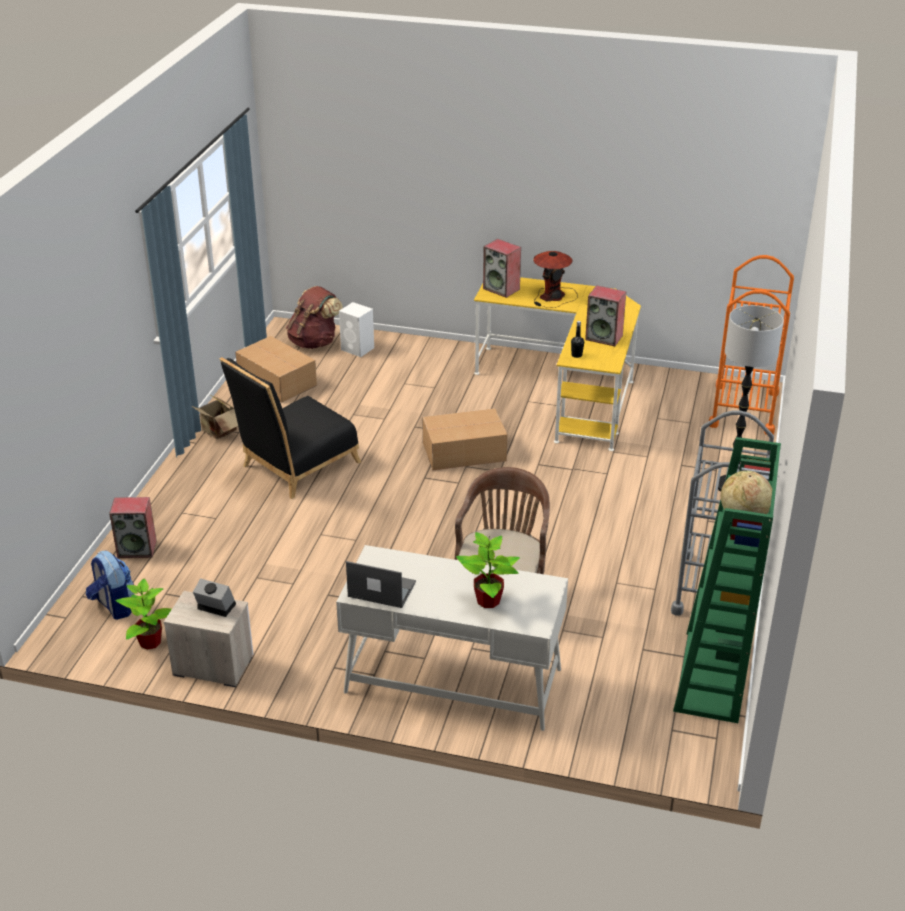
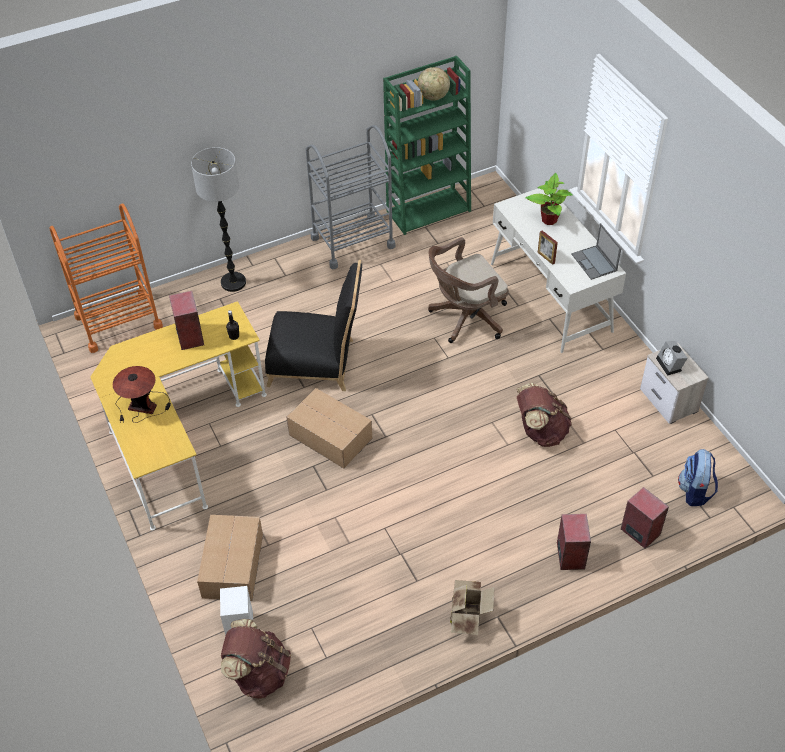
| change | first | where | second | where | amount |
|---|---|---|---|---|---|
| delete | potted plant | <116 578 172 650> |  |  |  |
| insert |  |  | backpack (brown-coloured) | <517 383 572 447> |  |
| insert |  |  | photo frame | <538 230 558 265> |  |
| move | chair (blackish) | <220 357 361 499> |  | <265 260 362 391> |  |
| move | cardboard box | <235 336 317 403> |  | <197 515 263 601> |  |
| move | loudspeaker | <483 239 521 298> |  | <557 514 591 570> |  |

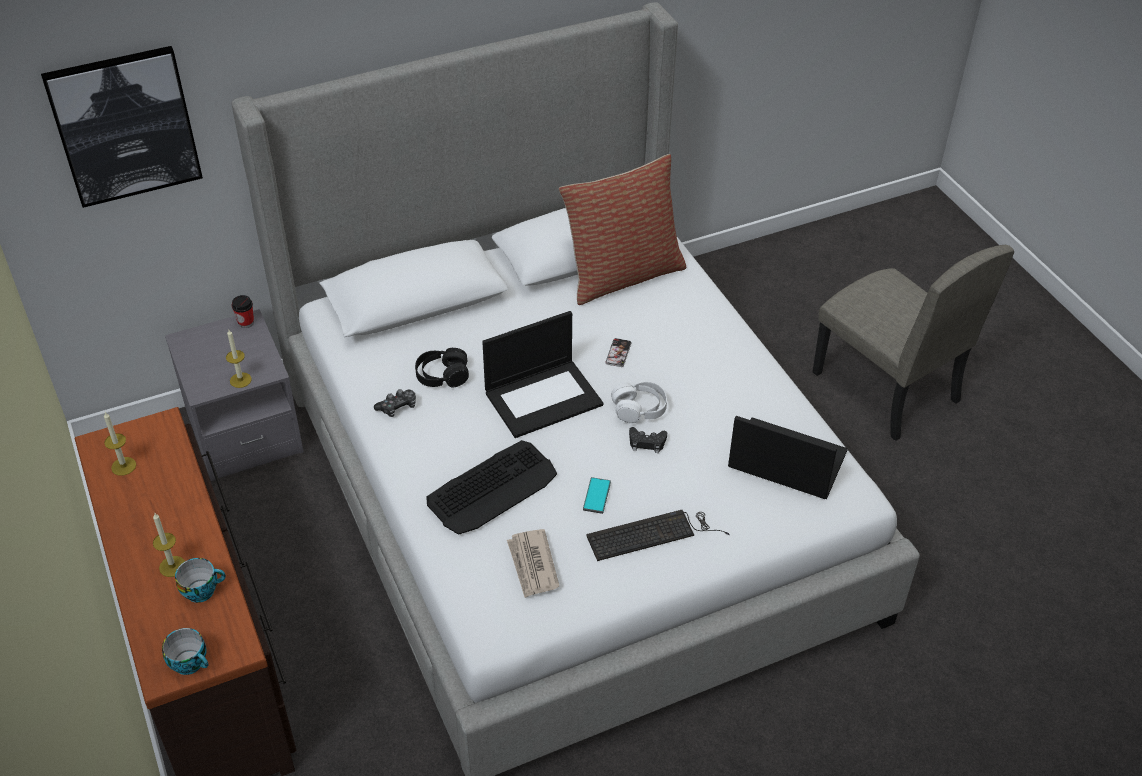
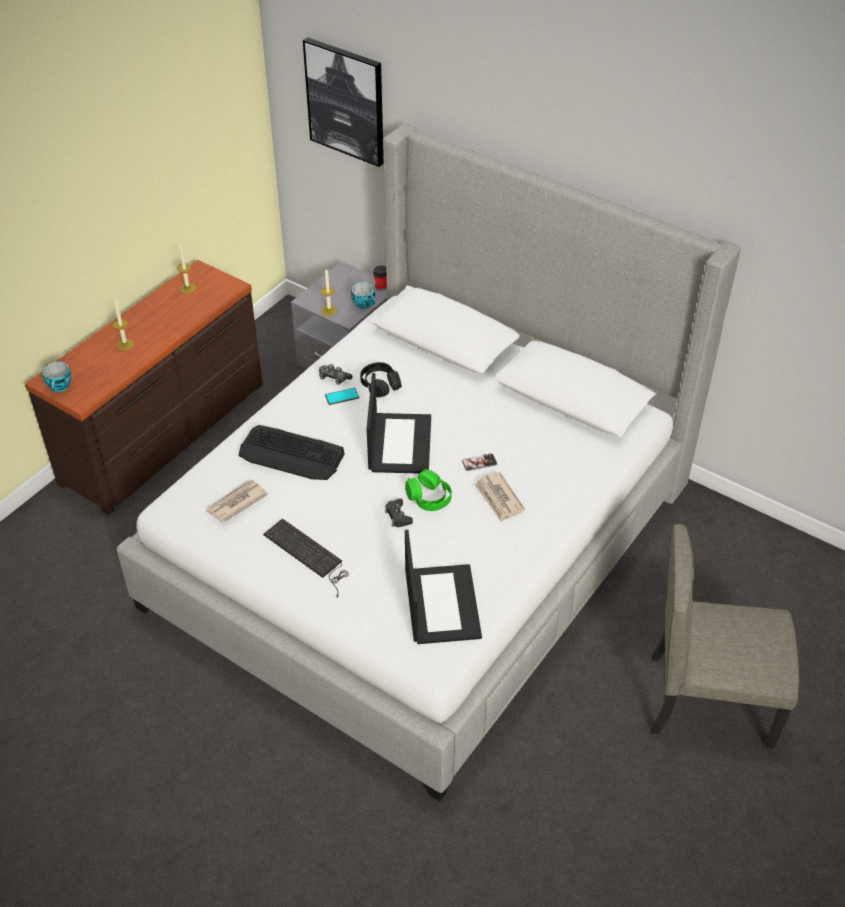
| change | first | where | second | where | amount |
|---|---|---|---|---|---|
| delete | cushion | <559 154 686 305> |  |  |  |
| insert |  |  | daily paper | <474 472 525 522> |  |
| move | cup | <175 558 226 603> |  | <351 282 375 309> |  |
| move | telephone | <583 477 611 514> |  | <325 388 359 405> |  |
| recolor | pair of headphones (whitish) | <611 382 667 423> | pair of headphones (greenish) | <405 469 452 511> |  |
| rotate | laptop | <482 311 603 438> |  | <367 373 431 474> | 120 degrees counterclockwise |
| rotate | chair (beige-coloured) | <813 245 1014 441> |  | <651 524 799 749> | 75 degrees clockwise |

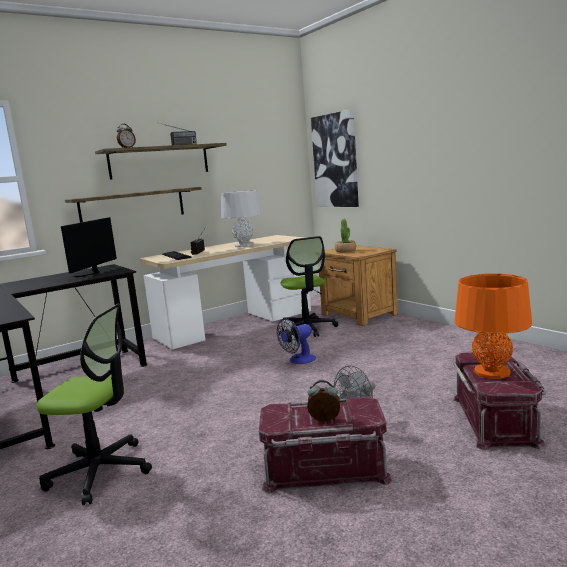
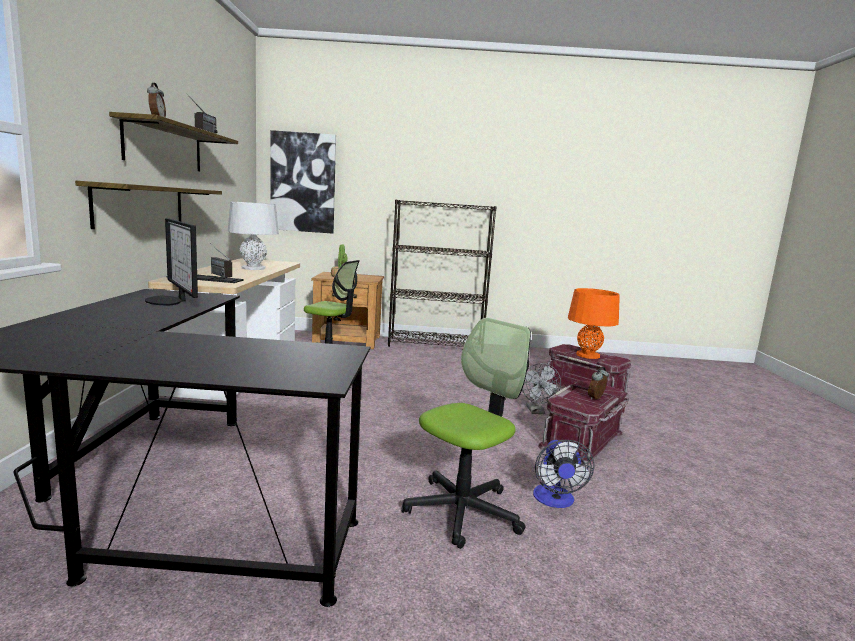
| change | first | where | second | where | amount |
|---|---|---|---|---|---|
| insert |  |  | bookcase (blackish) | <388 200 497 347> |  |
| move | cooling fan | <277 318 316 364> |  | <533 440 595 508> |  |

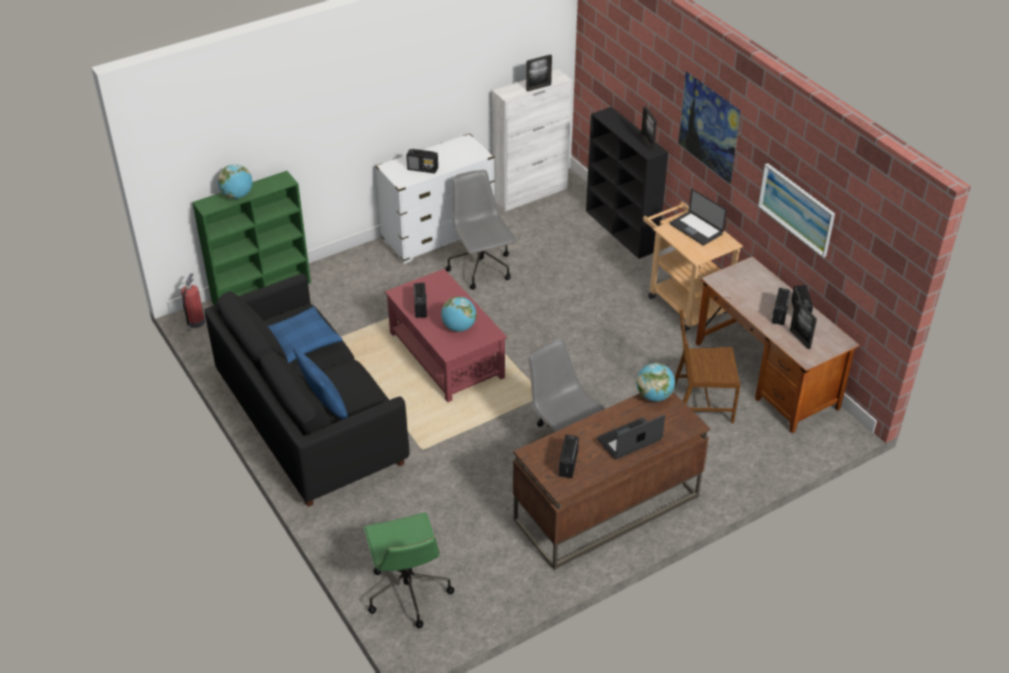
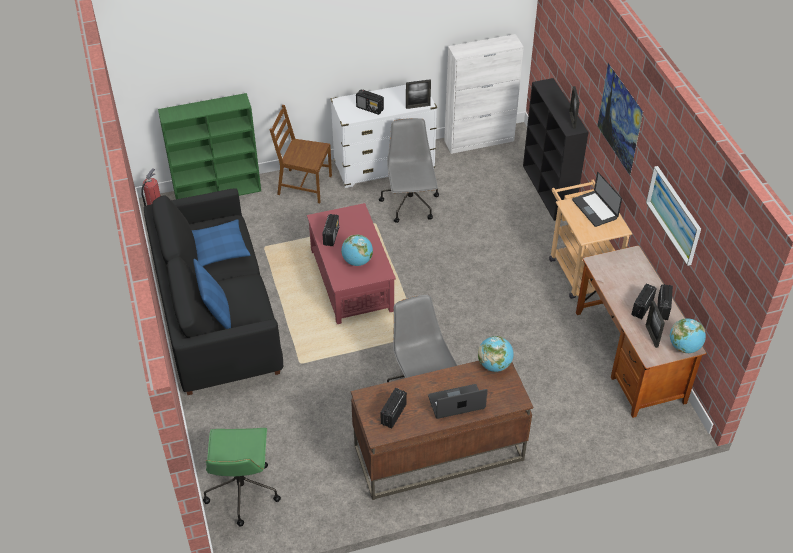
| change | first | where | second | where | amount |
|---|---|---|---|---|---|
| move | desk globe | <218 164 252 199> |  | <670 318 706 353> |  |
| move | photo frame | <526 54 552 92> |  | <406 79 431 109> |  |
| move | chair (brown-coloured) | <674 309 740 423> |  | <270 105 332 203> |  |

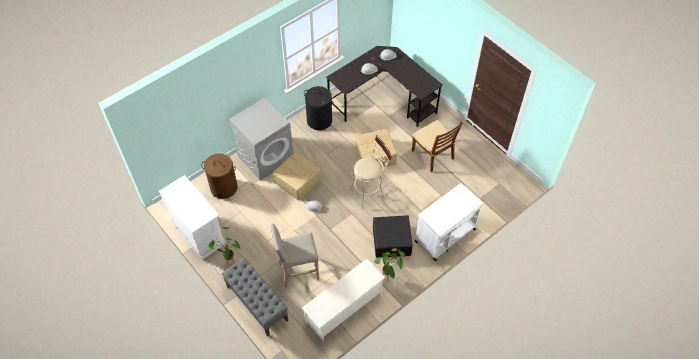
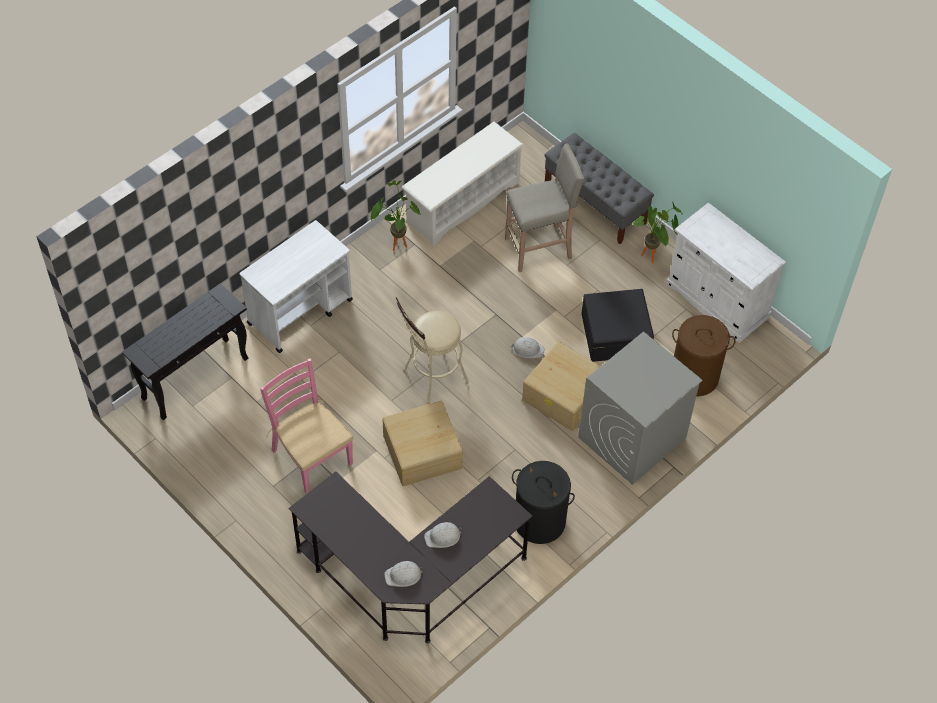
| change | first | where | second | where | amount |
|---|---|---|---|---|---|
| insert |  |  | console table (blackish) | <122 283 248 420> |  |
| move | storage bin (blackish) | <373 215 413 258> |  | <581 289 654 362> |  |
| recolor | chair (brown-coloured) | <412 120 463 172> | chair (pink-coloured) | <260 358 353 493> |  |

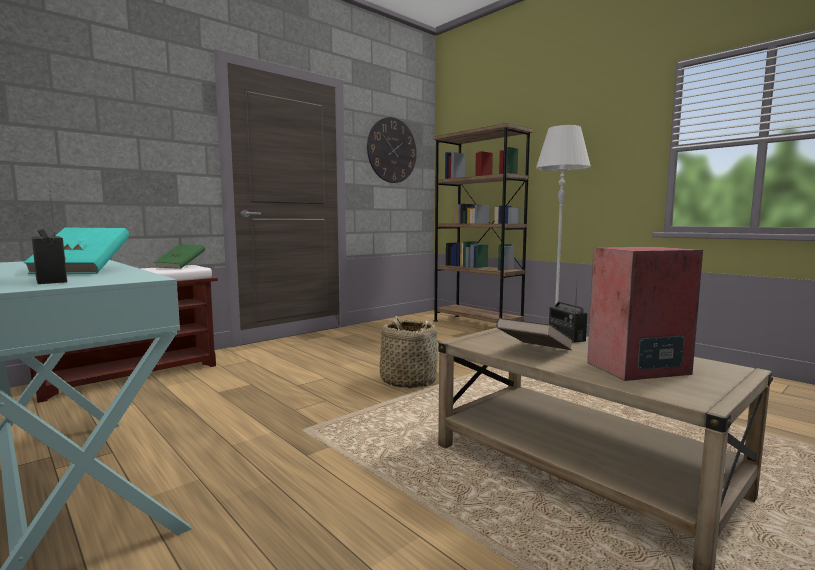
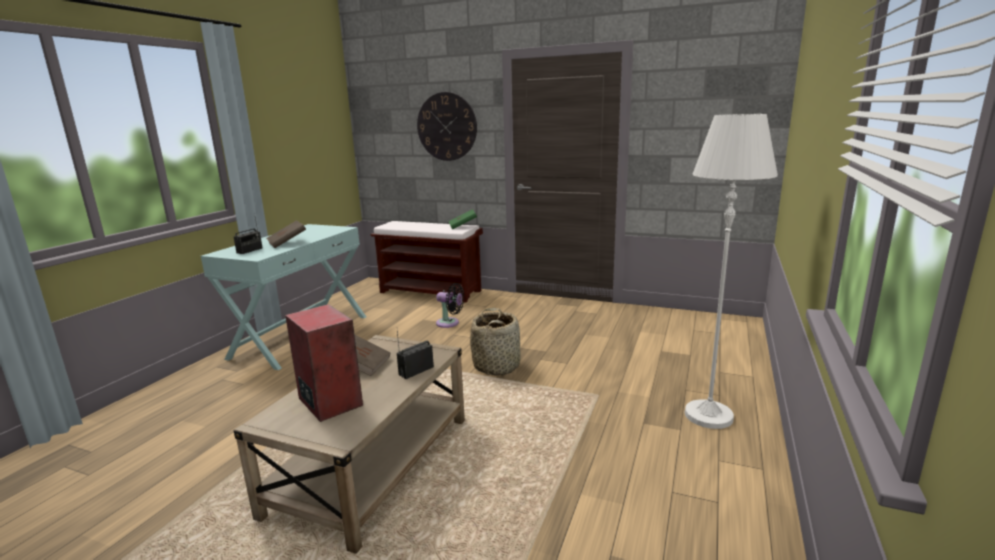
| change | first | where | second | where | amount |
|---|---|---|---|---|---|
| delete | bookcase (brown-coloured) | <433 123 533 323> |  |  |  |
| insert |  |  | cooling fan (blackish) | <436 283 464 328> |  |
| move | wall clock | <367 117 417 183> |  | <417 92 477 161> |  |
| recolor | volume (turquoise) | <24 227 129 274> | volume (brown-coloured) | <266 220 306 248> |  |

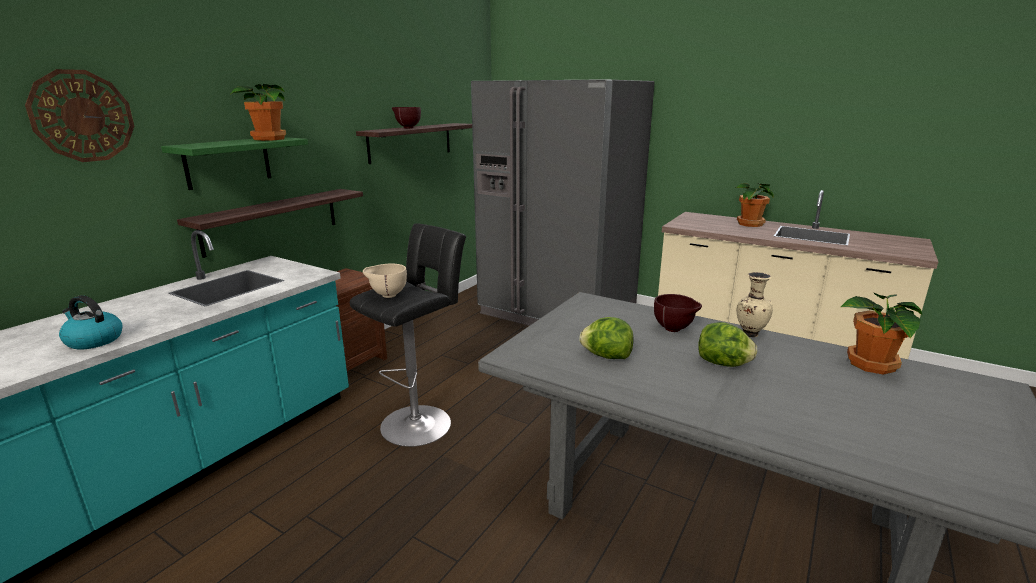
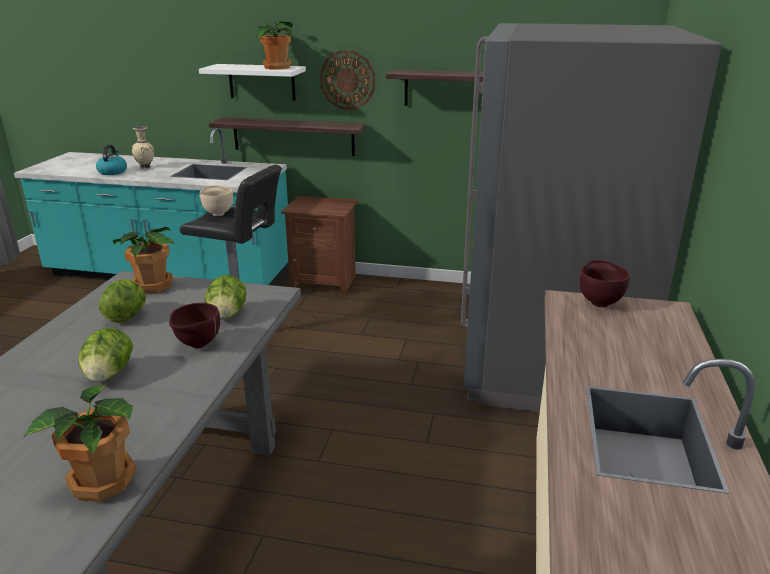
| change | first | where | second | where | amount |
|---|---|---|---|---|---|
| insert |  |  | lettuce head | <205 275 246 320> |  |
| move | wall clock | <25 69 134 162> |  | <320 50 375 110> |  |
| move | serving bowl (brown-coloured) | <392 107 421 128> |  | <579 260 630 307> |  |
| move | potted plant | <734 183 774 227> |  | <113 227 176 294> |  |
| move | flower vase (beige-coloured) | <737 272 773 337> |  | <132 126 154 169> |  |
| recolor | shelf (greenish) | <161 137 308 190> | shelf (whitish) | <199 64 306 101> |  |

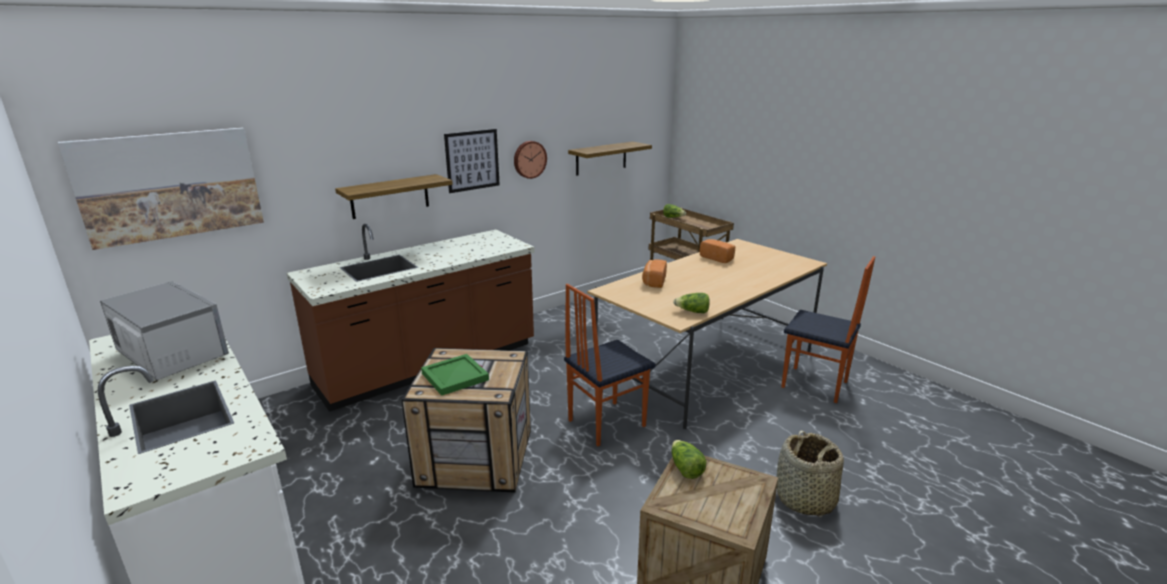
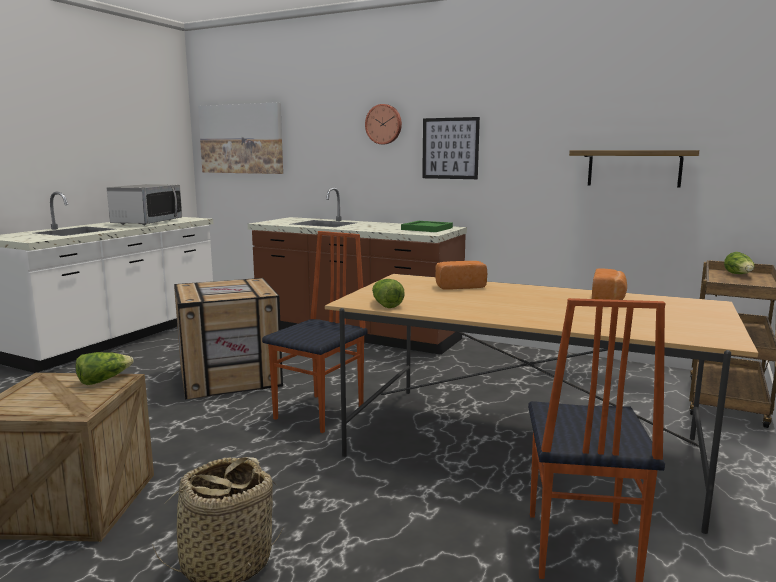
| change | first | where | second | where | amount |
|---|---|---|---|---|---|
| delete | shelf | <335 174 453 219> |  |  |  |
| move | carrying tray (greenish) | <421 354 489 396> |  | <401 221 453 232> |  |
| move | wall clock | <514 141 547 179> |  | <365 104 402 144> |  |
| rotate | chair | <564 284 655 446> |  | <262 231 368 433> | 90 degrees clockwise |

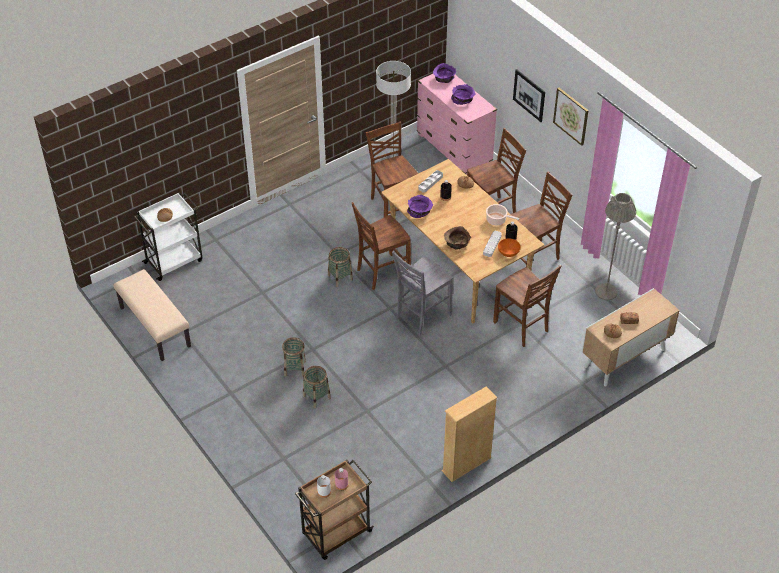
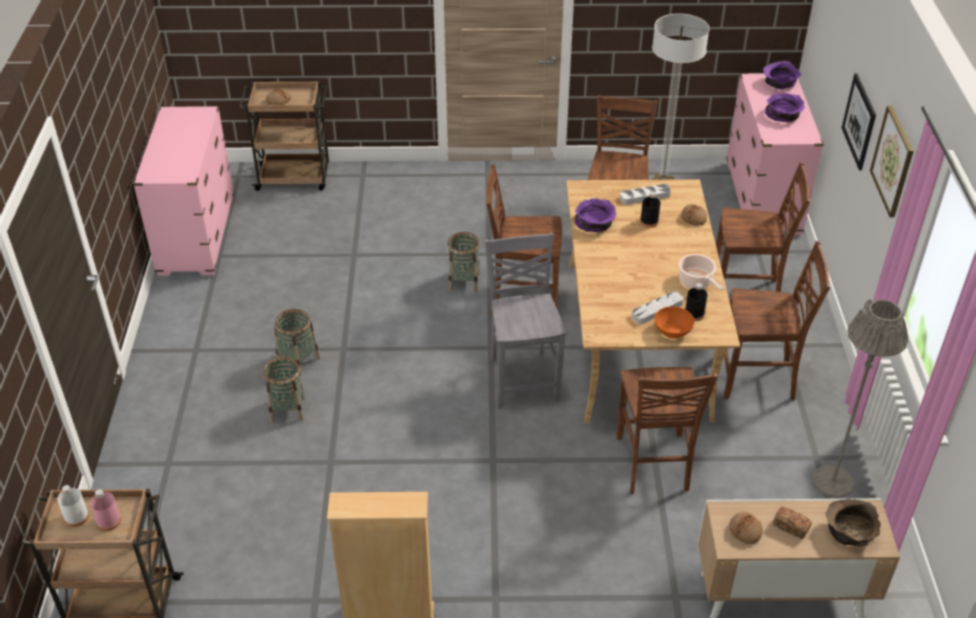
| change | first | where | second | where | amount |
|---|---|---|---|---|---|
| move | serving bowl (brown-coloured) | <444 226 471 250> |  | <826 499 881 546> |  |
| replace | long seat (beige-coloured) | <114 269 191 361> | drawer chest (pink-coloured) | <133 106 234 276> |  |
| recolor | cart (whitish) | <134 192 203 281> | cart (brown-coloured) | <239 81 329 191> |  |
| rotate | chair (grey) | <392 251 453 336> |  | <484 233 567 409> | 90 degrees clockwise |

